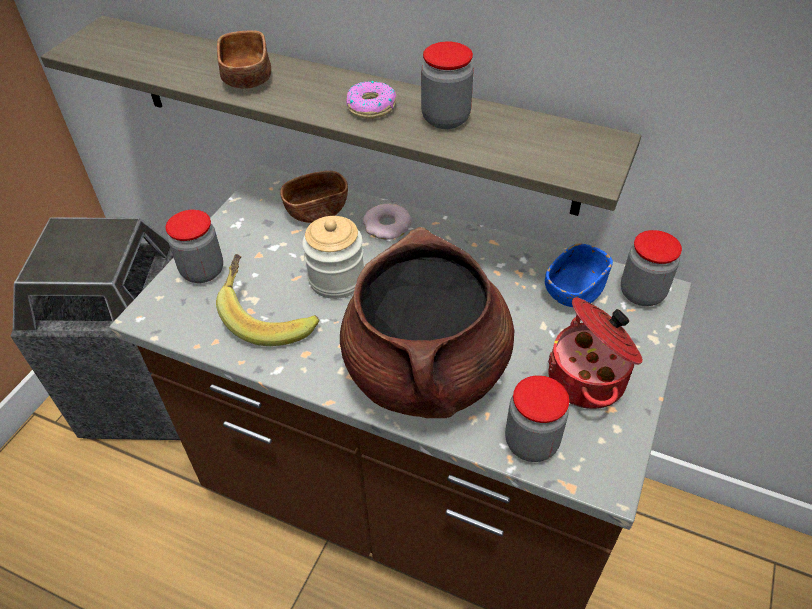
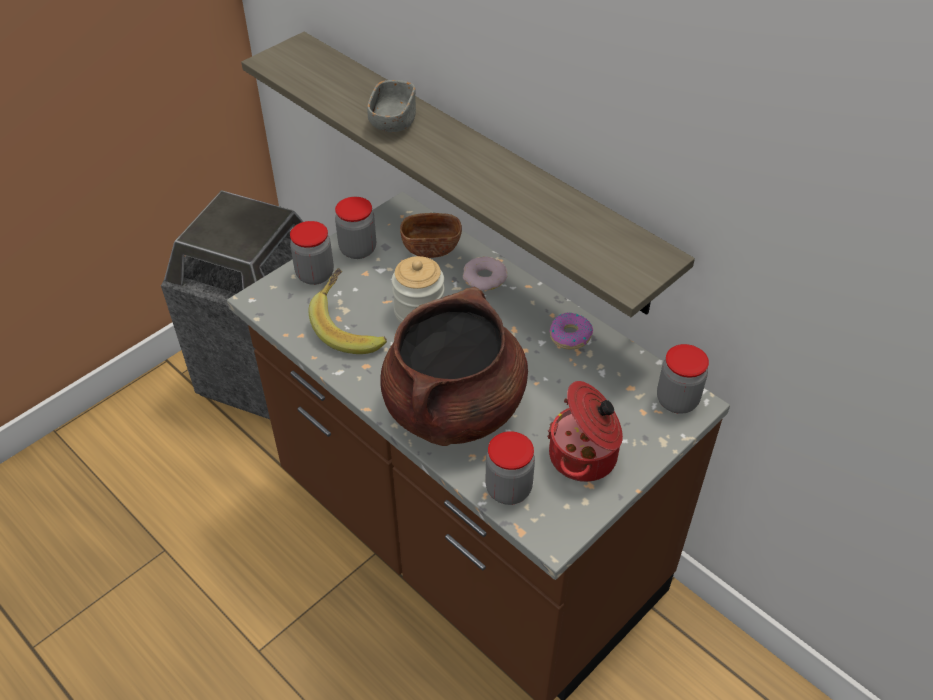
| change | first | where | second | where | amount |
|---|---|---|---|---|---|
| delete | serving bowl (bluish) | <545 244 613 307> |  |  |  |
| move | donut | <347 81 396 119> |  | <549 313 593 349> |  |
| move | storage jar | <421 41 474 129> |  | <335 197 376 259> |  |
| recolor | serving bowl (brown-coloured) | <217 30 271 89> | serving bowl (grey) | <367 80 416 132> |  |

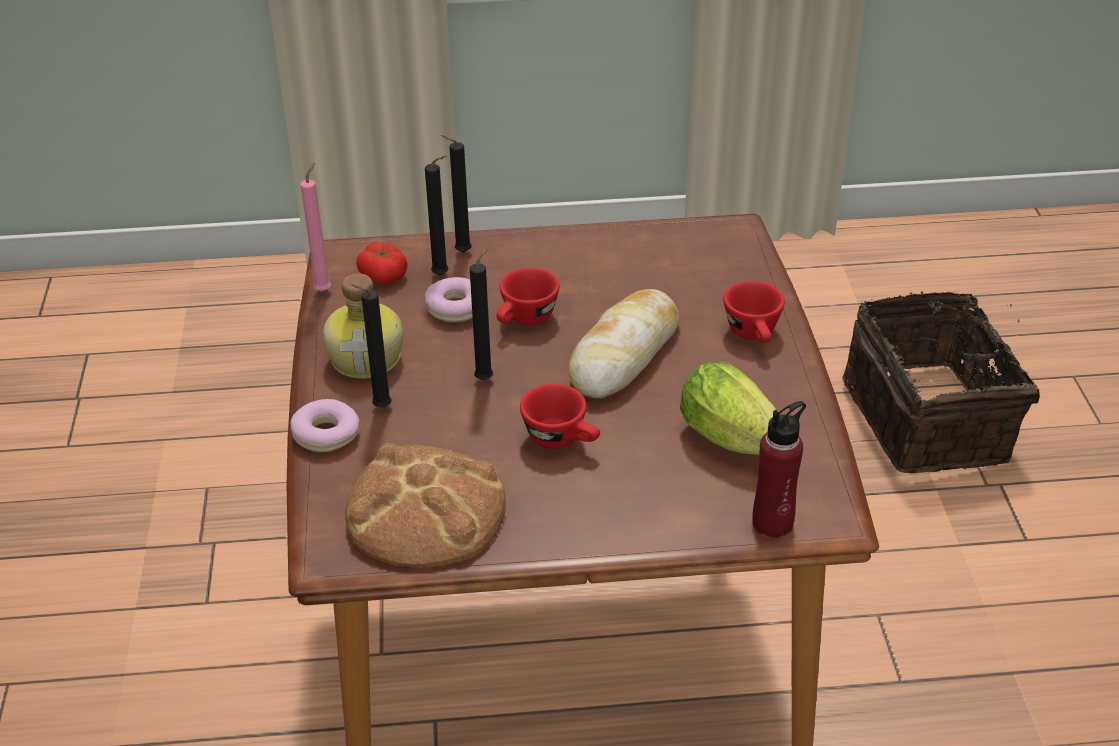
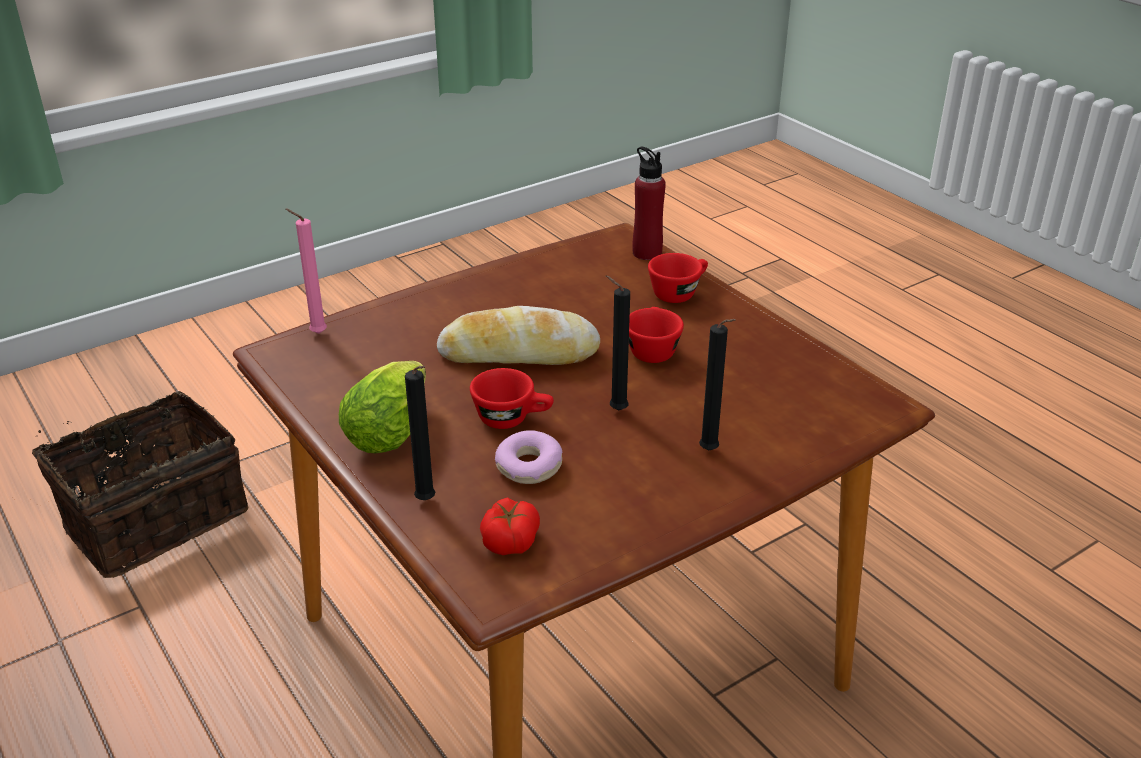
| change | first | where | second | where | amount |
|---|---|---|---|---|---|
| delete | donut | <290 399 360 452> |  |  |  |
| delete | beverage bottle | <323 273 403 379> |  |  |  |
| delete | bakery bread | <345 443 506 568> |  |  |  |
| delete | wax light (blackish) | <425 156 448 275> |  |  |  |
| move | wax light (pink-coloured) | <300 163 331 292> |  | <285 209 327 334> |  |
| move | lettuce head | <680 362 776 455> |  | <339 361 426 453> |  |
| move | cup (red) | <723 281 785 343> |  | <648 253 708 303> |  |

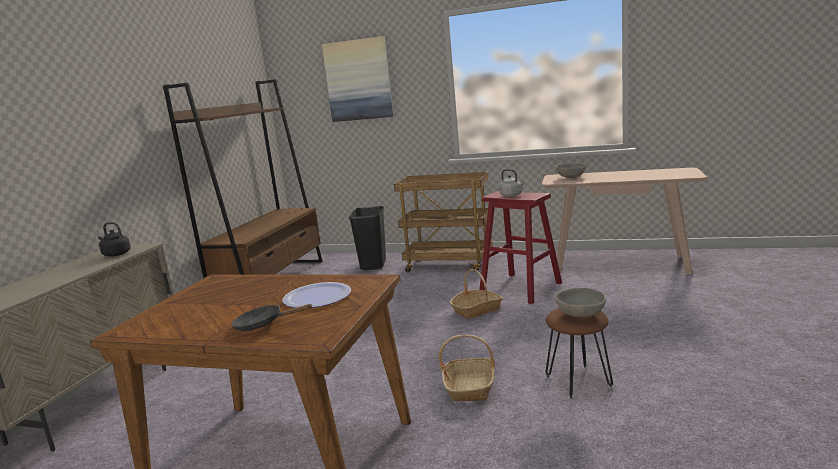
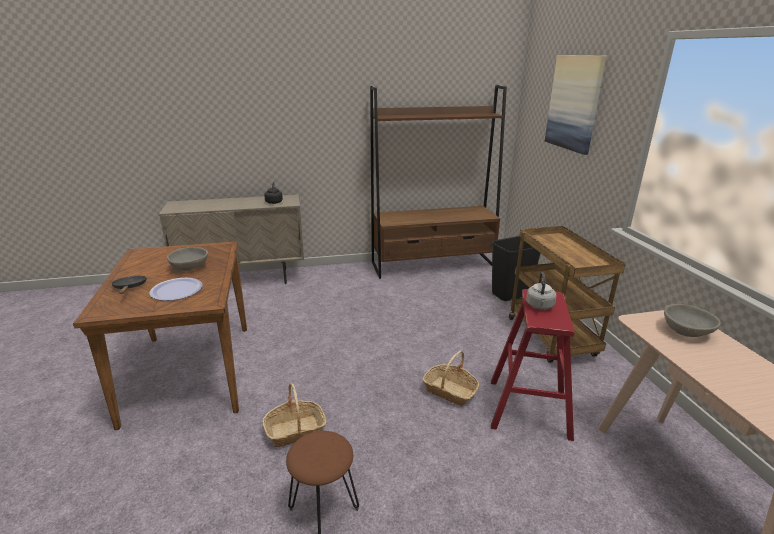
| change | first | where | second | where | amount |
|---|---|---|---|---|---|
| move | serving bowl (grey) | <555 288 606 318> |  | <167 247 208 271> |  |

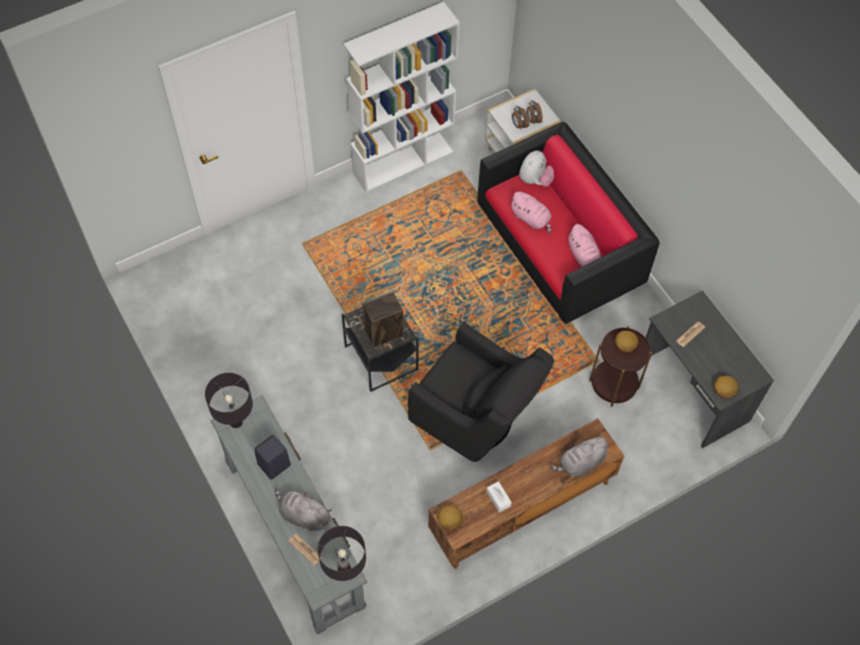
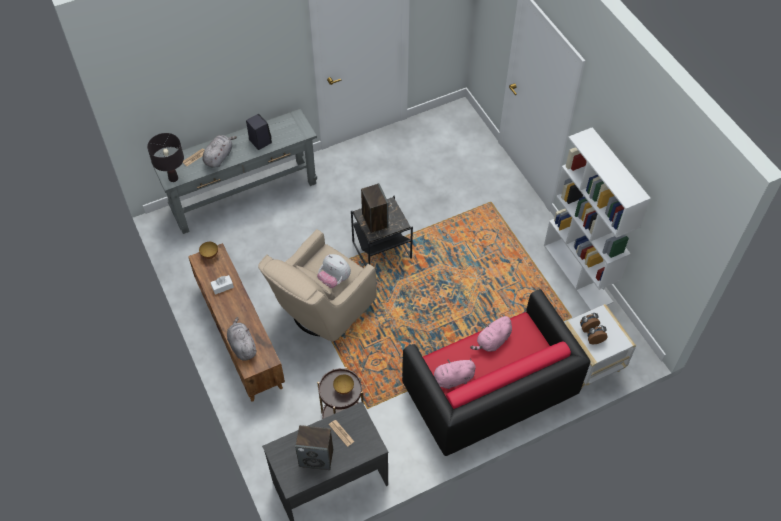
| change | first | where | second | where | amount |
|---|---|---|---|---|---|
| delete | table lamp (blackish) | <205 373 253 428> |  |  |  |
| delete | serving bowl | <714 375 739 399> |  |  |  |
| insert |  |  | loudspeaker | <295 425 333 470> |  |
| move | soft toy | <519 150 554 187> |  | <317 254 351 288> |  |
| recolor | easy chair (blackish) | <408 322 554 462> | easy chair (beige-coloured) | <258 229 377 342> |  |

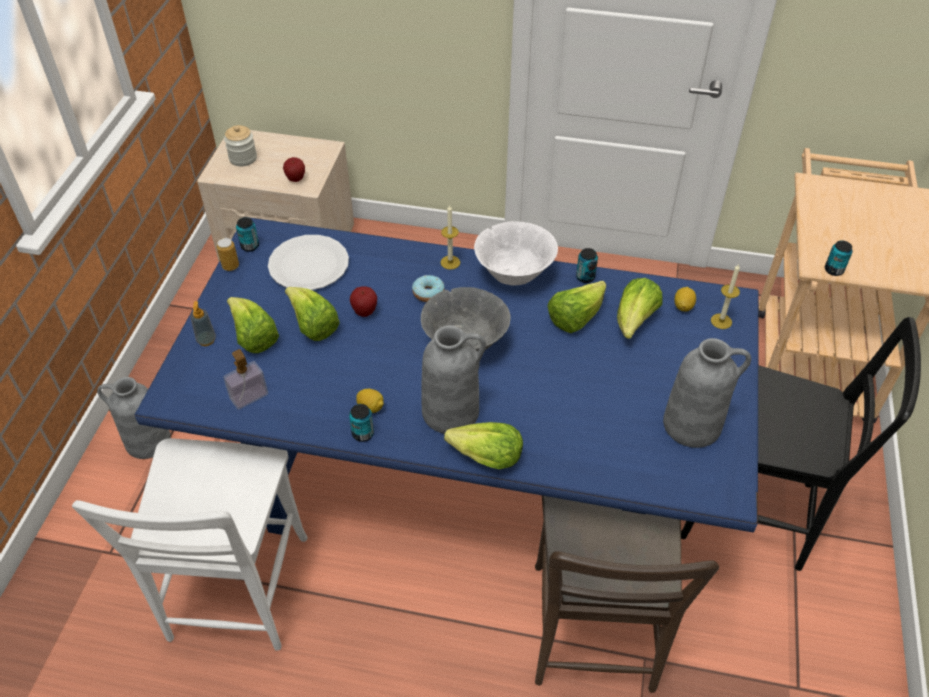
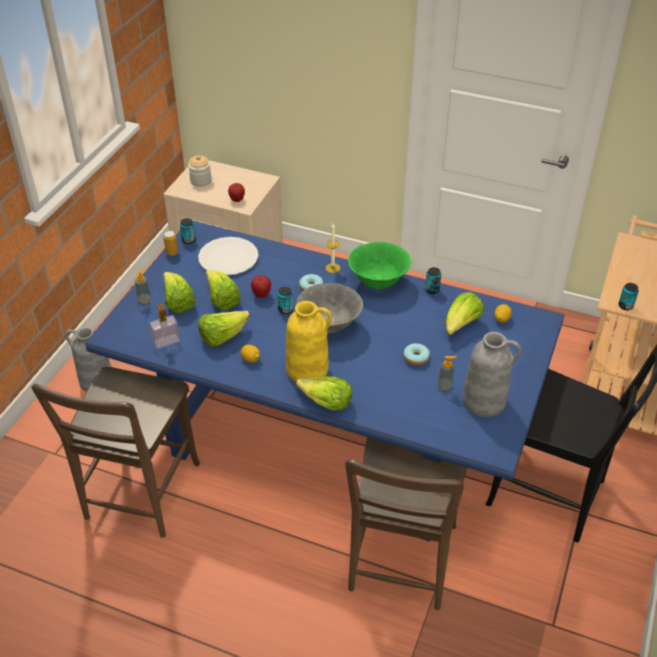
| change | first | where | second | where | amount |
|---|---|---|---|---|---|
| delete | wax light | <711 264 740 329> |  |  |  |
| insert |  |  | donut | <403 343 430 365> |  |
| insert |  |  | soap dispenser | <437 356 457 391> |  |
| move | can | <349 404 374 442> |  | <277 287 293 314> |  |
| move | lettuce head | <547 281 606 333> |  | <198 311 250 347> |  |
| recolor | chair (whitish) | <72 438 308 651> | chair (brown-coloured) | <31 367 200 538> |  |
| recolor | flower vase (grey) | <421 325 486 434> | flower vase (yellowish) | <286 301 332 382> |  |
| recolor | serving bowl (whitish) | <474 221 558 285> | serving bowl (greenish) | <348 242 411 289> |  |

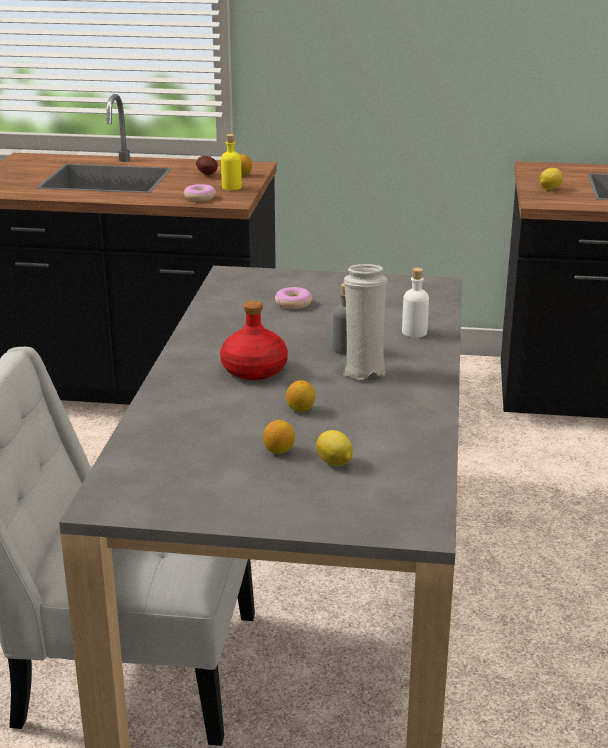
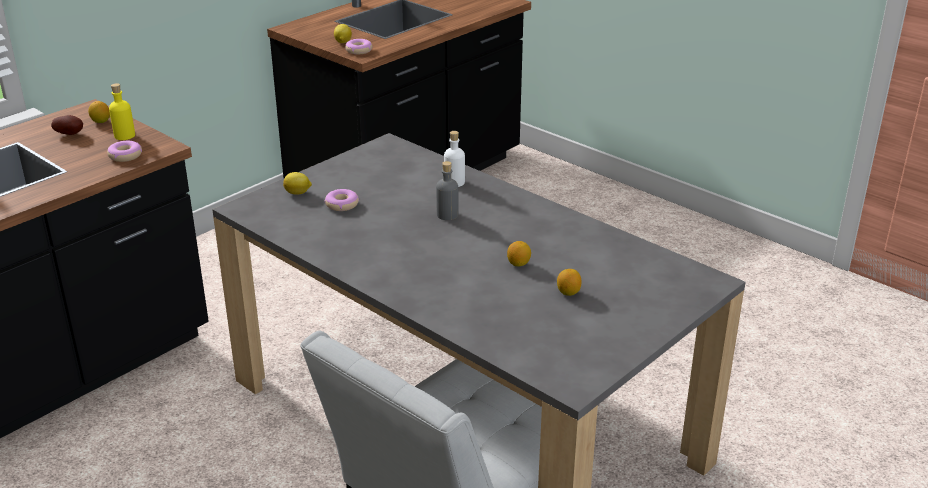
| change | first | where | second | where | amount |
|---|---|---|---|---|---|
| delete | beverage bottle (red) | <220 301 288 380> |  |  |  |
| delete | flower vase (whitish) | <343 264 388 379> |  |  |  |
| insert |  |  | donut | <345 39 372 54> |  |
| move | citrus fruit | <316 430 353 466> |  | <283 172 312 195> |  |

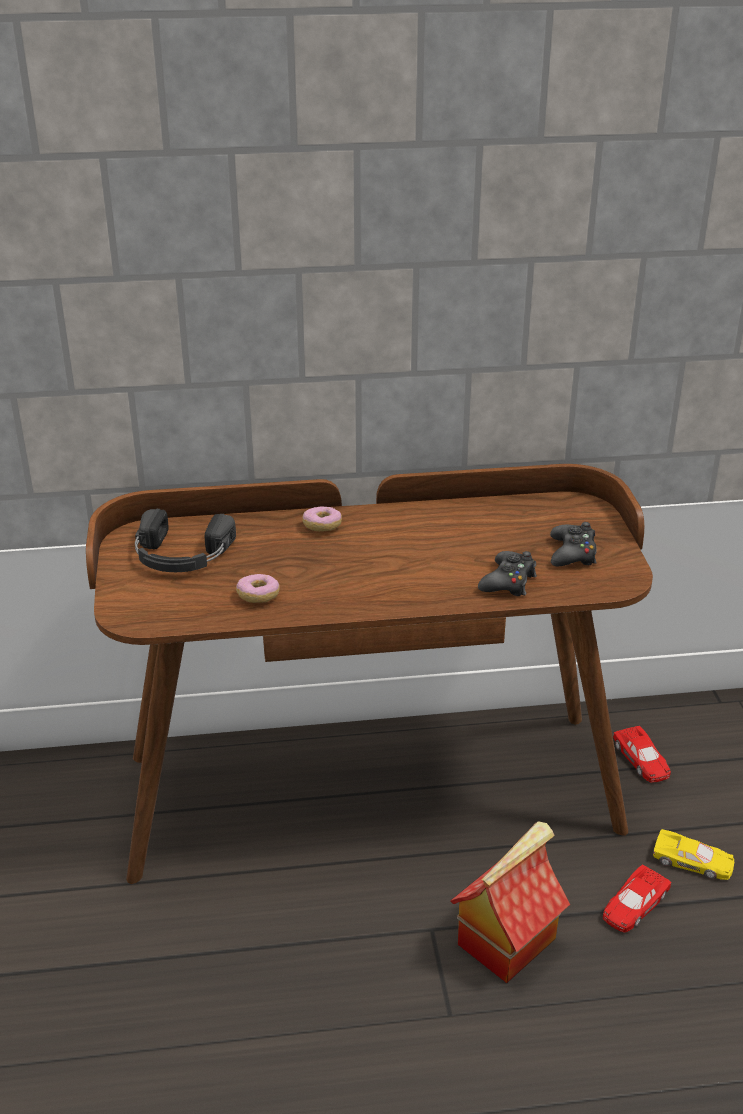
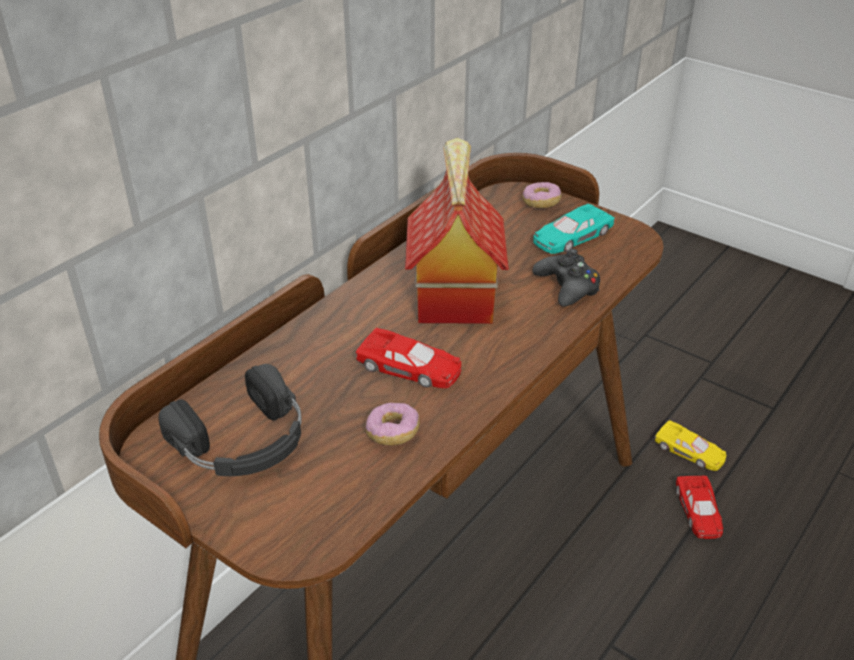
| change | first | where | second | where | amount |
|---|---|---|---|---|---|
| move | donut | <302 506 342 531> |  | <522 182 561 208> |  |
| move | toy house | <450 821 570 983> |  | <405 138 509 324> |  |
| move | toy car (red) | <613 726 671 783> |  | <356 328 462 388> |  |
| replace | joypad (blackish) | <550 522 597 566> | toy car (turquoise) | <533 203 615 254> |  |
| rotate | toy car (yellowish) | <653 829 734 880> |  | <655 420 726 471> | 60 degrees clockwise |

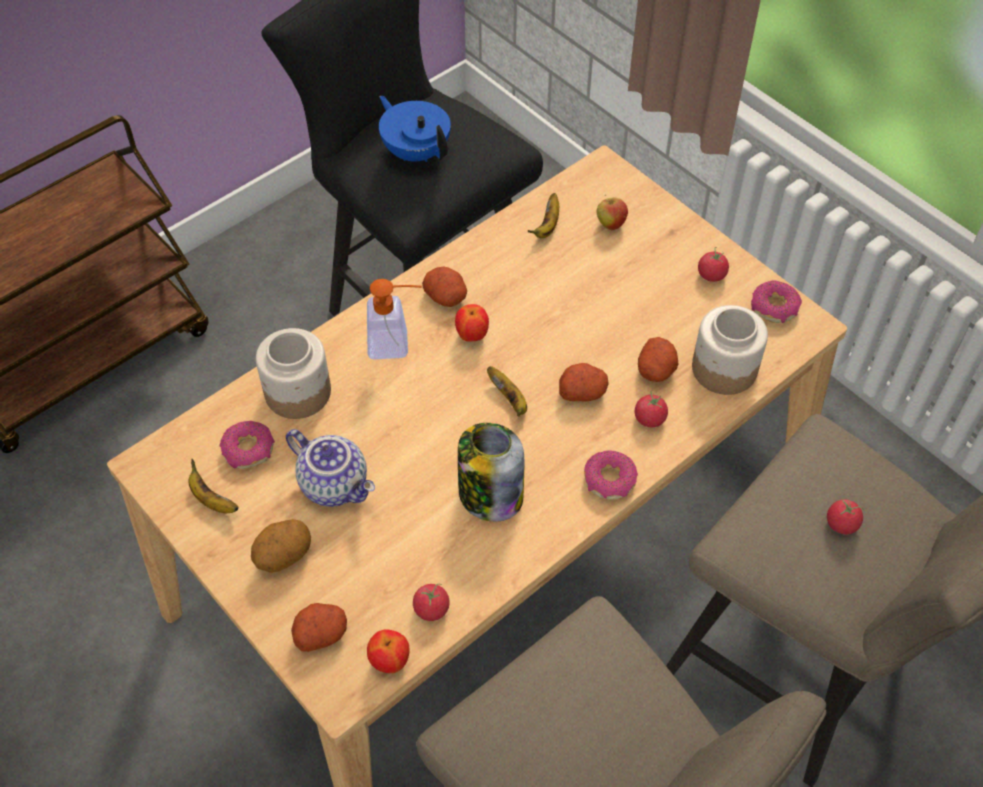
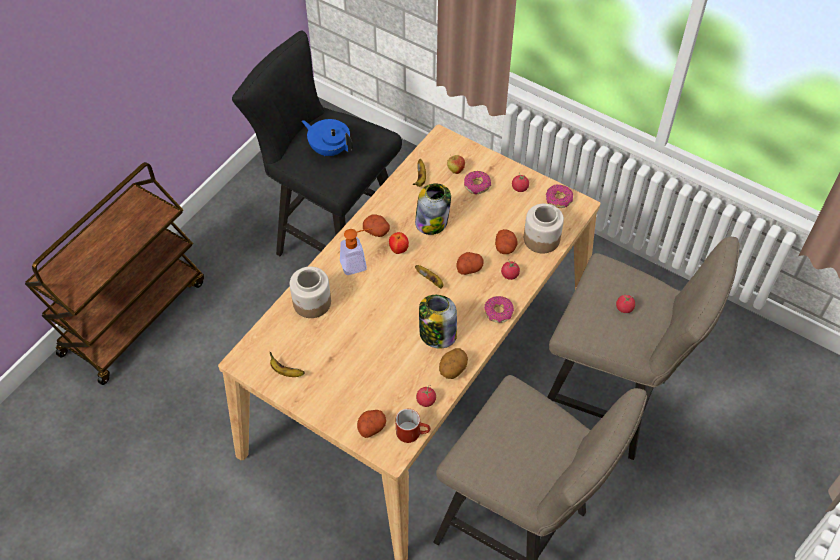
| change | first | where | second | where | amount |
|---|---|---|---|---|---|
| delete | pot for tea | <286 429 375 507> |  |  |  |
| insert |  |  | storage jar | <415 183 451 235> |  |
| move | donut | <220 421 275 469> |  | <464 171 491 194> |  |
| move | spud | <251 519 311 573> |  | <439 348 468 379> |  |
| replace | whole apple | <367 629 409 673> | tea mug (red) | <395 409 431 443> |  |

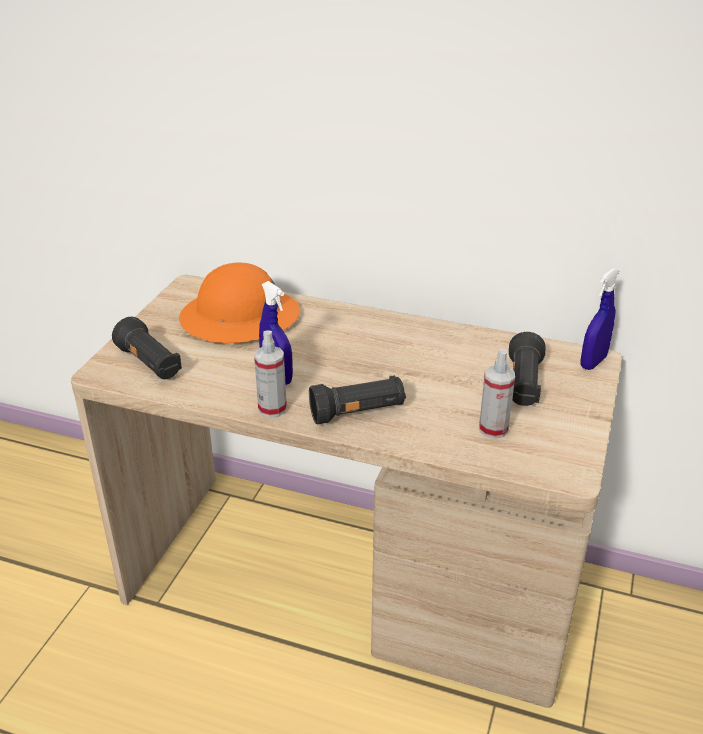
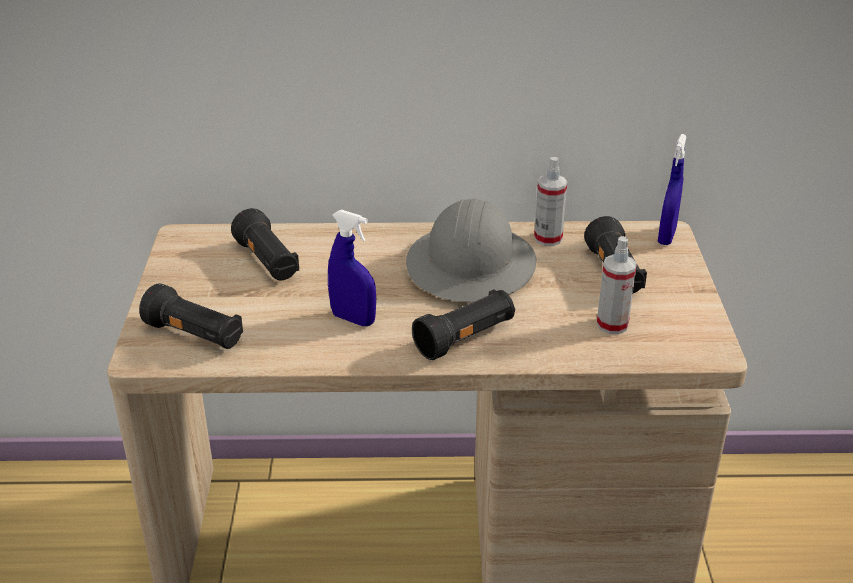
| change | first | where | second | where | amount |
|---|---|---|---|---|---|
| insert |  |  | safety helmet (grey) | <406 199 536 302> |  |
| move | spray bottle | <254 330 287 418> |  | <534 157 567 246> |  |
| replace | safety helmet (orange) | <179 262 300 343> | flashlight (blackish) | <231 208 299 280> |  |

